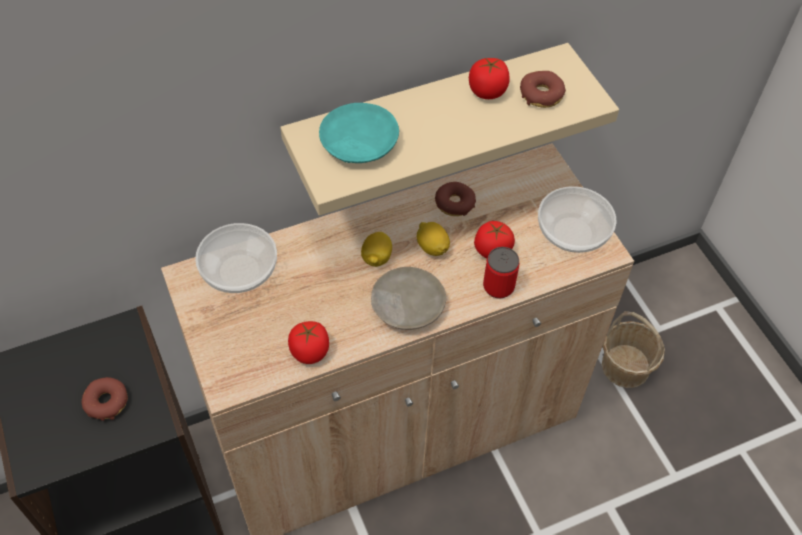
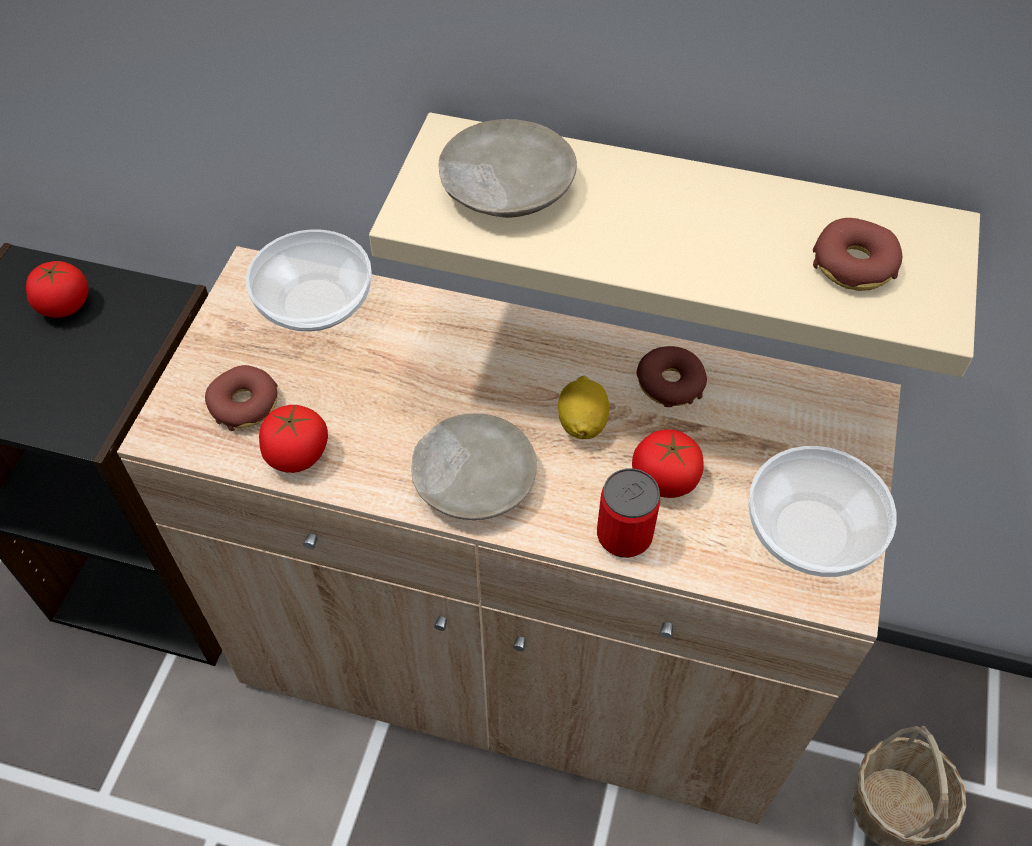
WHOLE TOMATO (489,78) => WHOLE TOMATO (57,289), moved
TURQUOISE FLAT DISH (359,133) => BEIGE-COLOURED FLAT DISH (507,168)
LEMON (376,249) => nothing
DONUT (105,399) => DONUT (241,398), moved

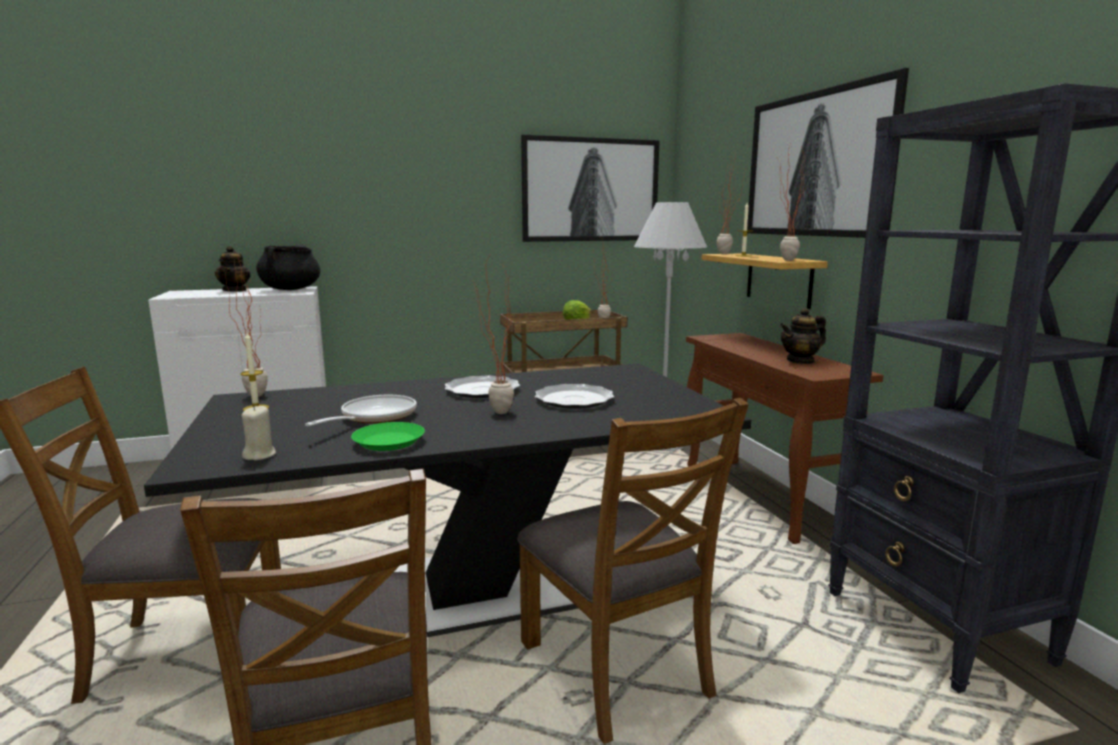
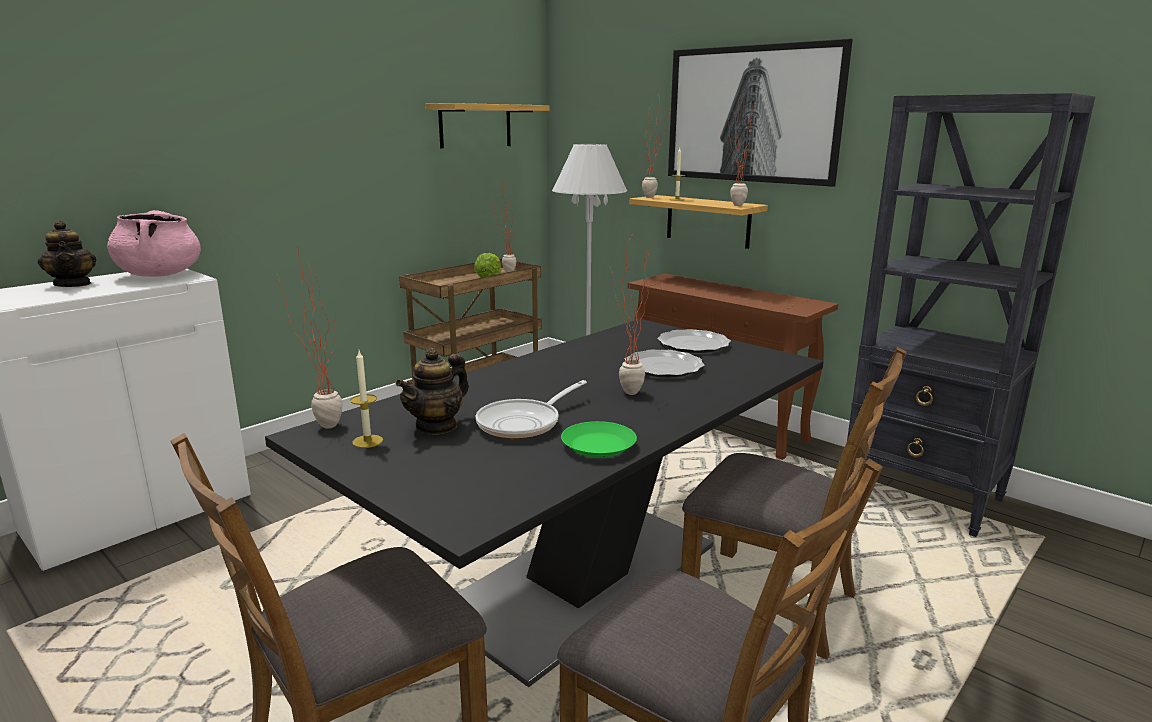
WALL PICTURE (590,188) => SHELF (487,125)
BLACK-COLOURED STOCKPOT (288,267) => PINK STOCKPOT (154,243)
TEA POT (803,335) => TEA POT (432,391), moved
FLAT DISH (482,386) => FLAT DISH (694,341), moved
PAN (361,410) => PAN (531,409), 135 degrees counterclockwise
BEIGE-COLOURED WAX LIGHT (258,432) => nothing

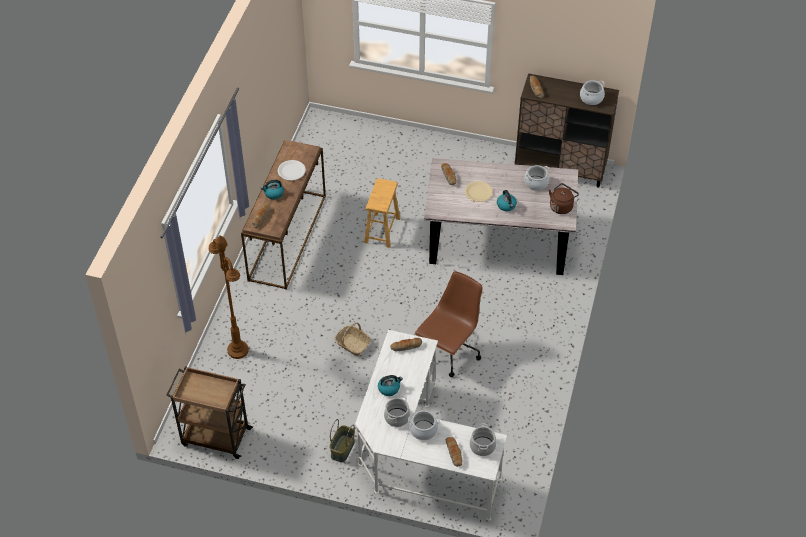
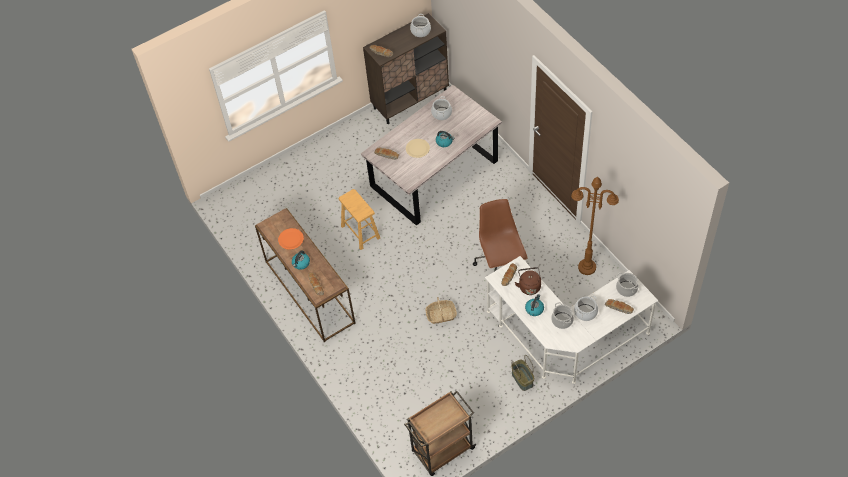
WHITE FLAT DISH (292,170) => ORANGE FLAT DISH (291,239)
BROWN-COLOURED KETTLE (564,198) => BROWN-COLOURED KETTLE (528,281), moved
BROWN-COLOURED FLOOR LAMP (229,297) => BROWN-COLOURED FLOOR LAMP (595,226), moved

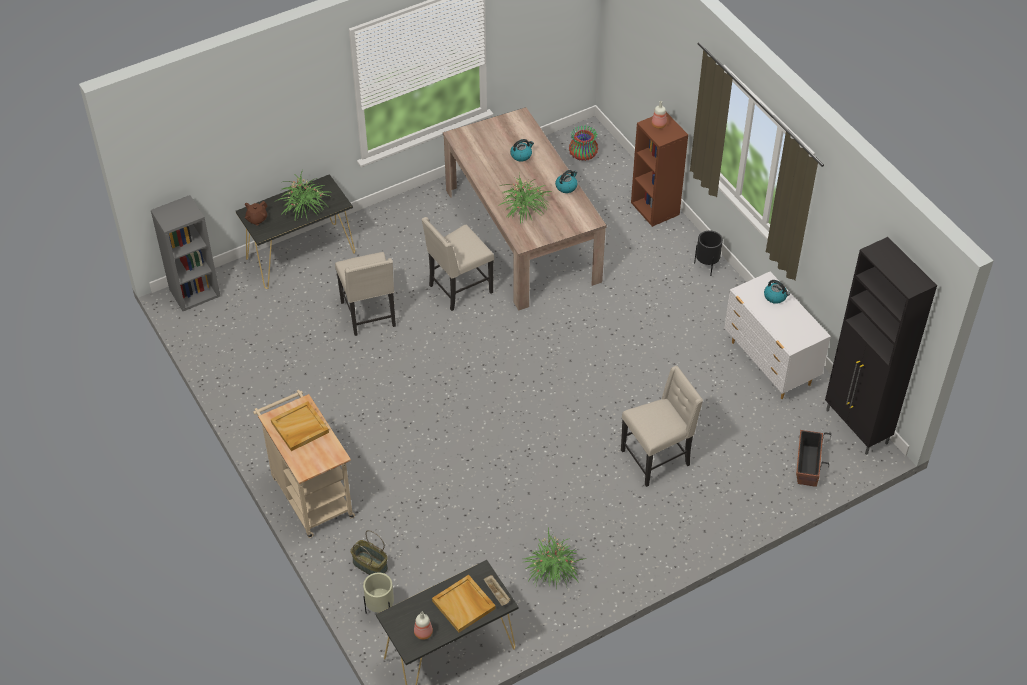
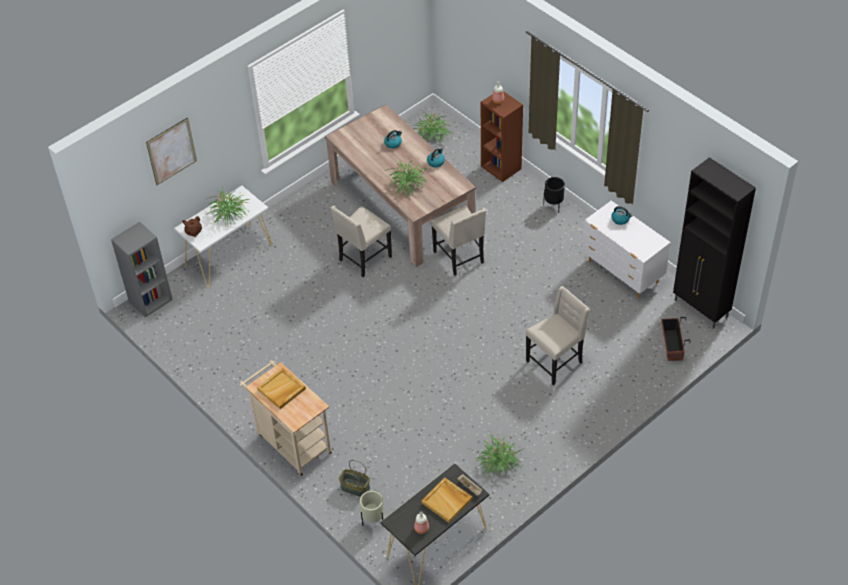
VASE (583,143) => POTTED PLANT (432,127)
BLACK-COLOURED CONSOLE TABLE (295,231) => WHITE CONSOLE TABLE (223,236)
BEIGE-COLOURED UPRIGHT CHAIR (365,294) => BEIGE-COLOURED UPRIGHT CHAIR (458,240), moved
nothing => WALL PICTURE (171,151)

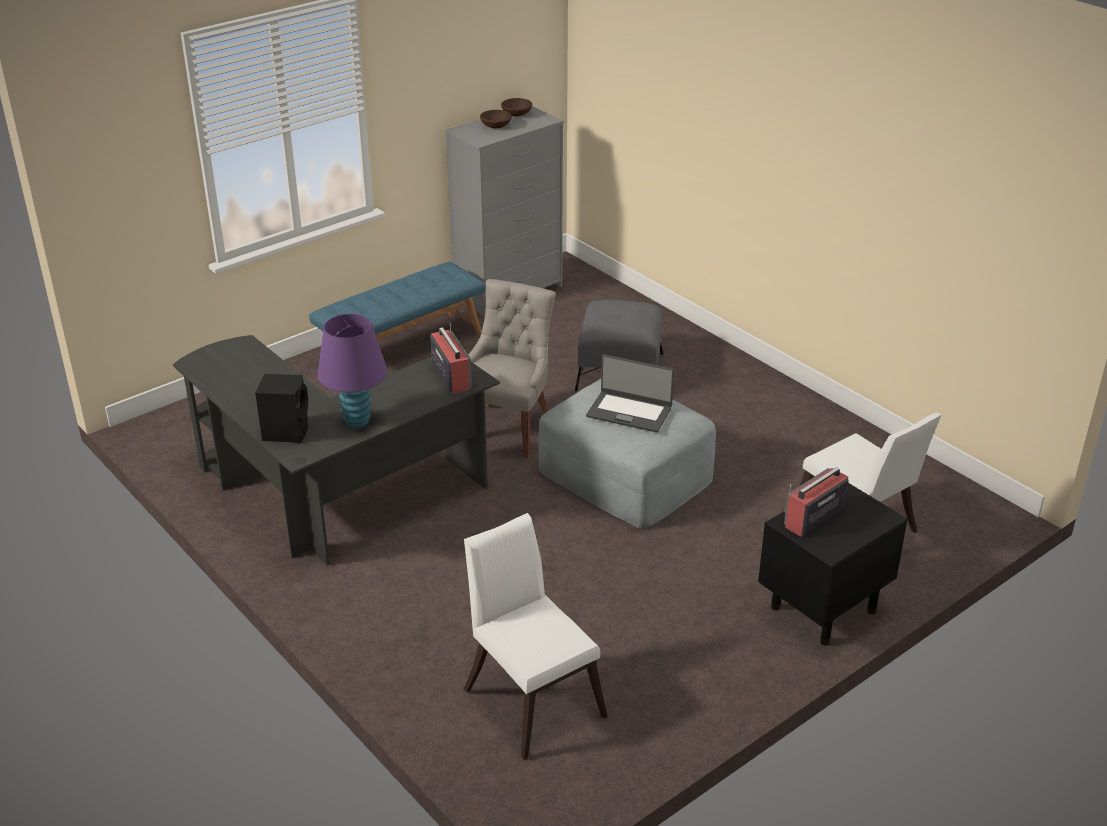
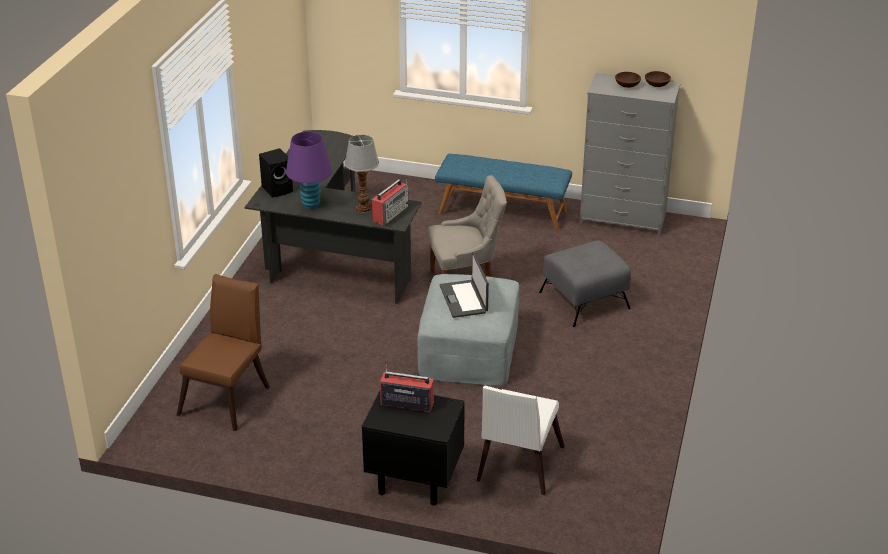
WHITE UPRIGHT CHAIR (536,636) => BROWN-COLOURED UPRIGHT CHAIR (223,352)
nothing => TABLE LAMP (362,174)

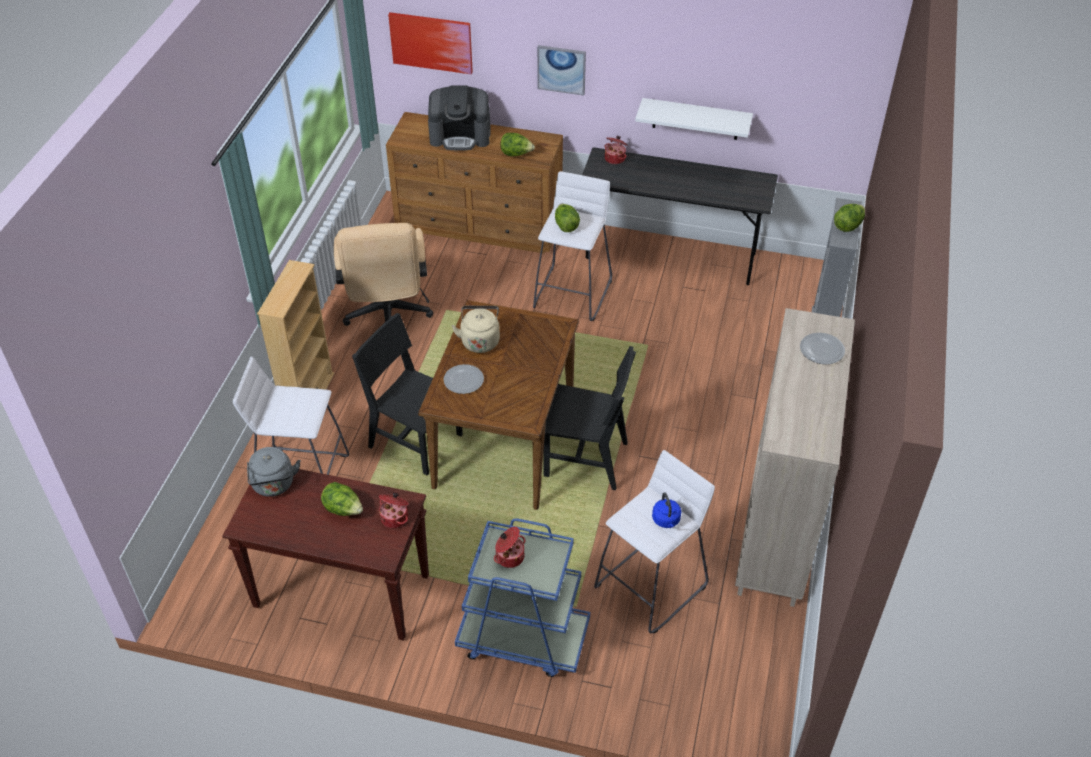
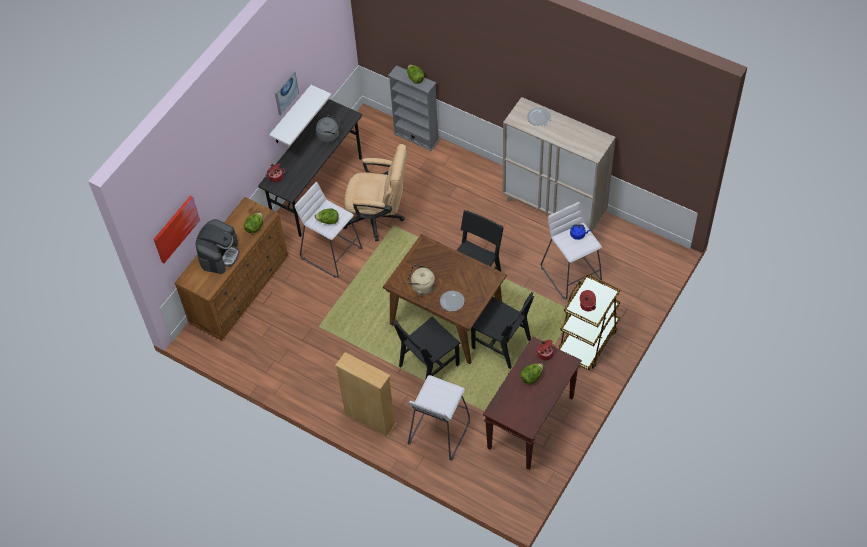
WALL PICTURE (561,70) => WALL PICTURE (287,93), moved
BEIGE-COLOURED DESK CHAIR (383,274) => BEIGE-COLOURED DESK CHAIR (375,192), moved
GREYISH KETTLE (274,472) => GREYISH KETTLE (328,129), moved
BLUE-COLOURED CART (522,597) => BROWN-COLOURED CART (589,322)
nothing => BLACK-COLOURED UPRIGHT CHAIR (502,330)

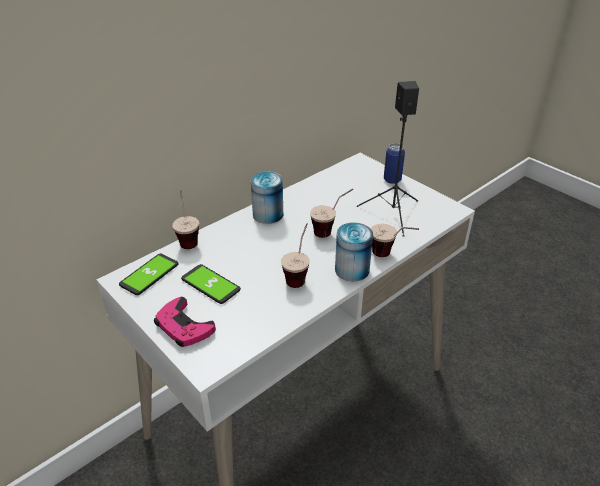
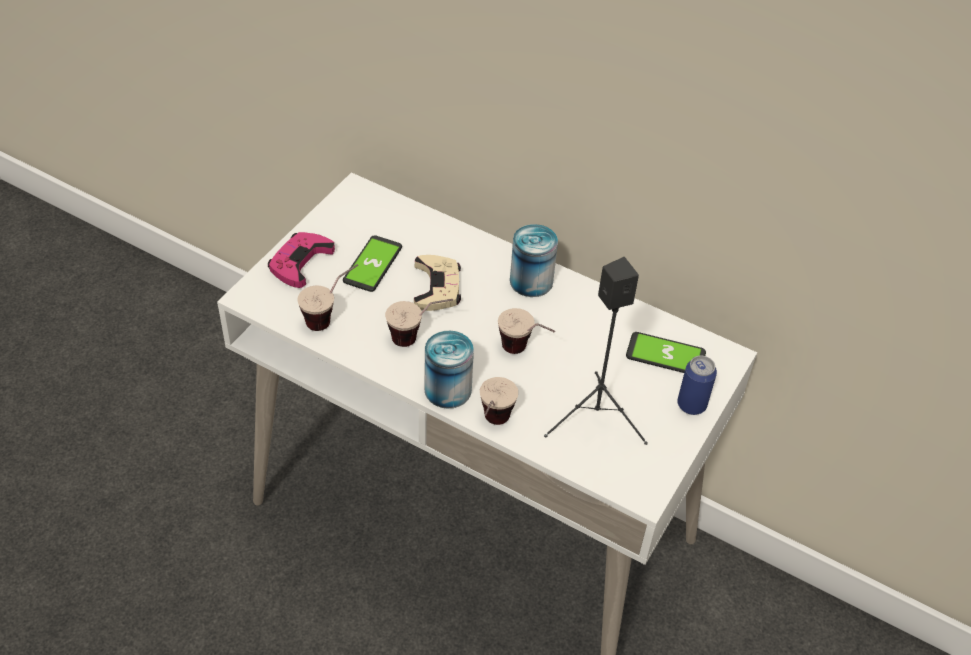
CUP (185,219) => CUP (328,297), moved
PHONE (149,274) => PHONE (666,352), moved
nothing => BEIGE-COLOURED GAME CONTROLLER (437,283)

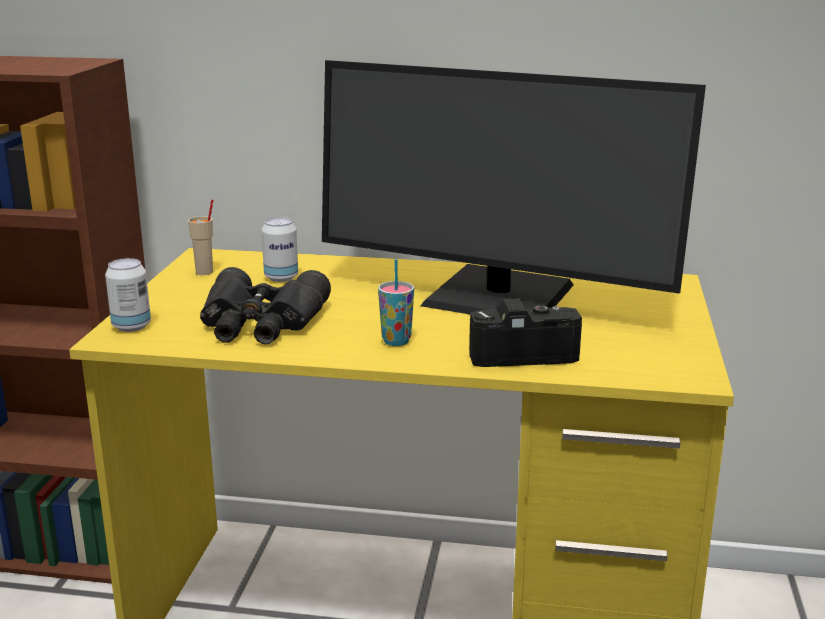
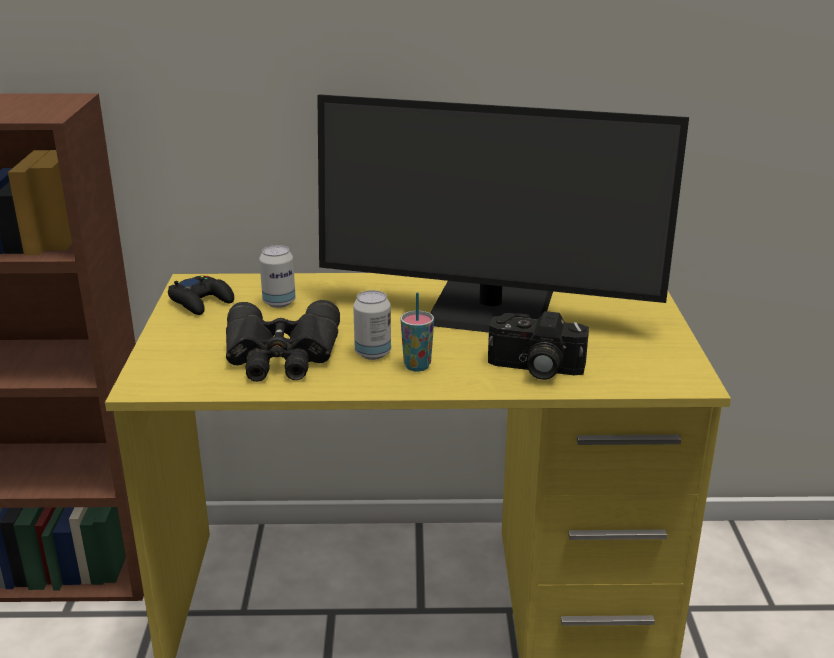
BEIGE-COLOURED CUP (200,237) => BLACK-COLOURED GAME CONTROLLER (201,295)
CAN (128,295) => CAN (372,325), moved
PHOTO CAMERA (525,332) => PHOTO CAMERA (538,345), 150 degrees counterclockwise

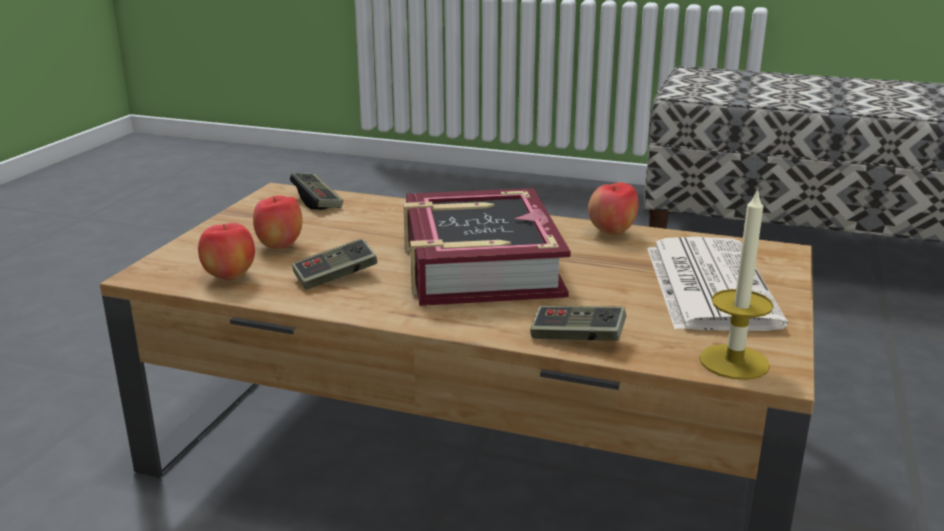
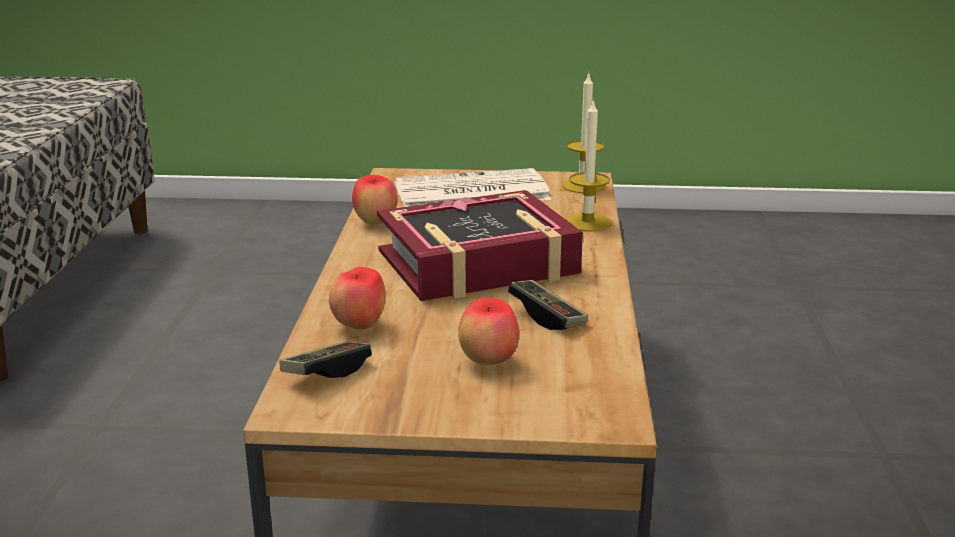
WHOLE APPLE (226,251) => WHOLE APPLE (357,298), moved
GAME CONTROLLER (578,323) => WAX LIGHT (588,165)

